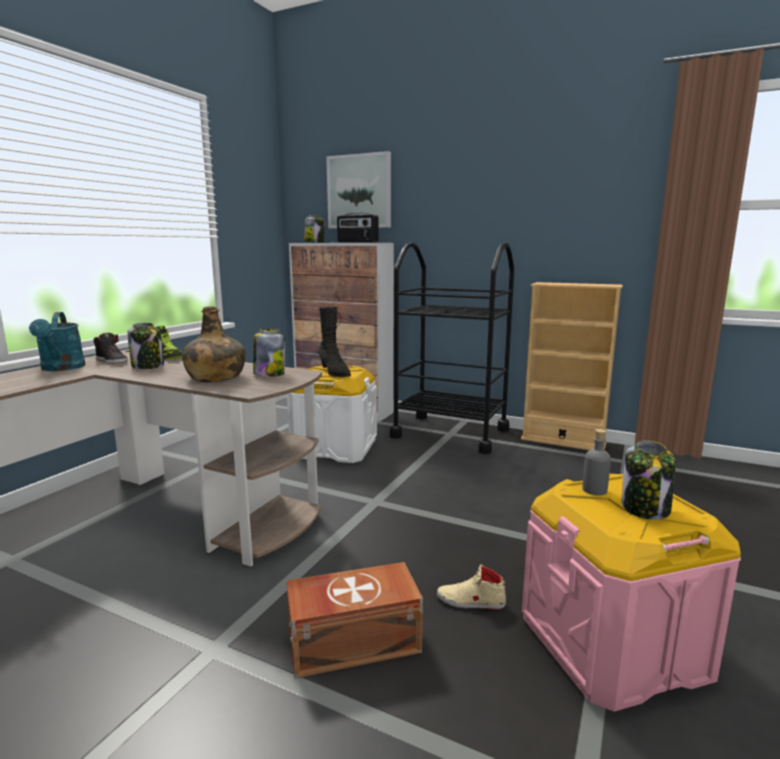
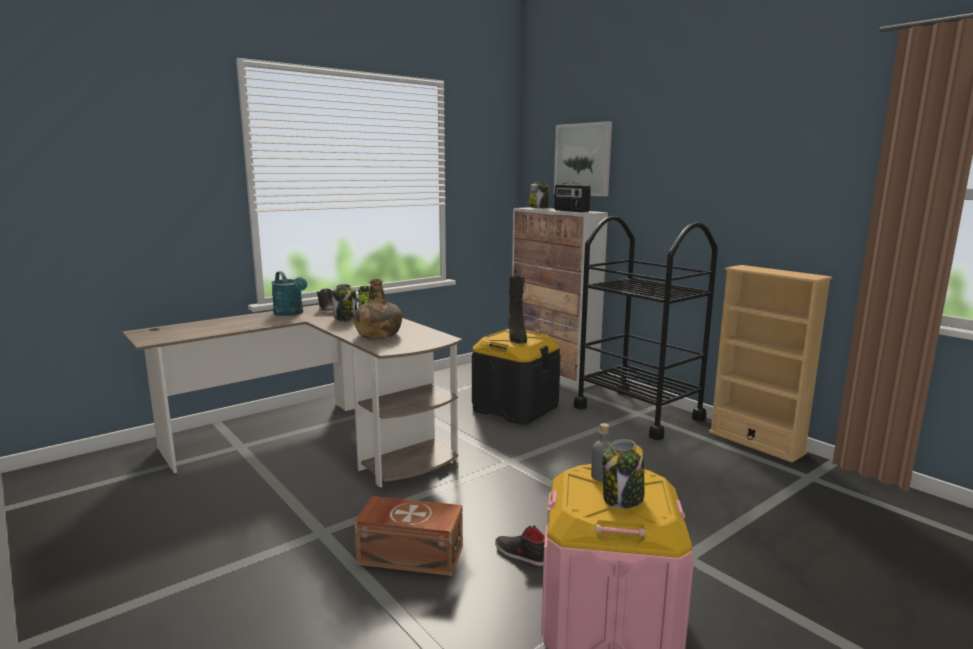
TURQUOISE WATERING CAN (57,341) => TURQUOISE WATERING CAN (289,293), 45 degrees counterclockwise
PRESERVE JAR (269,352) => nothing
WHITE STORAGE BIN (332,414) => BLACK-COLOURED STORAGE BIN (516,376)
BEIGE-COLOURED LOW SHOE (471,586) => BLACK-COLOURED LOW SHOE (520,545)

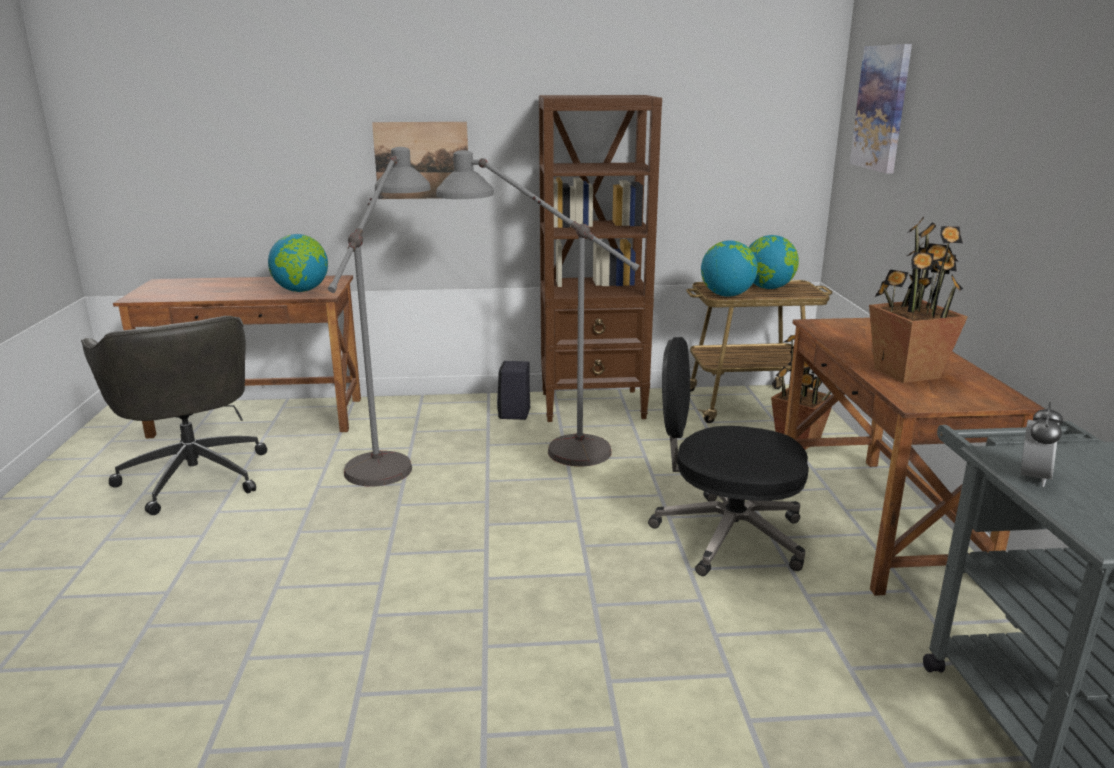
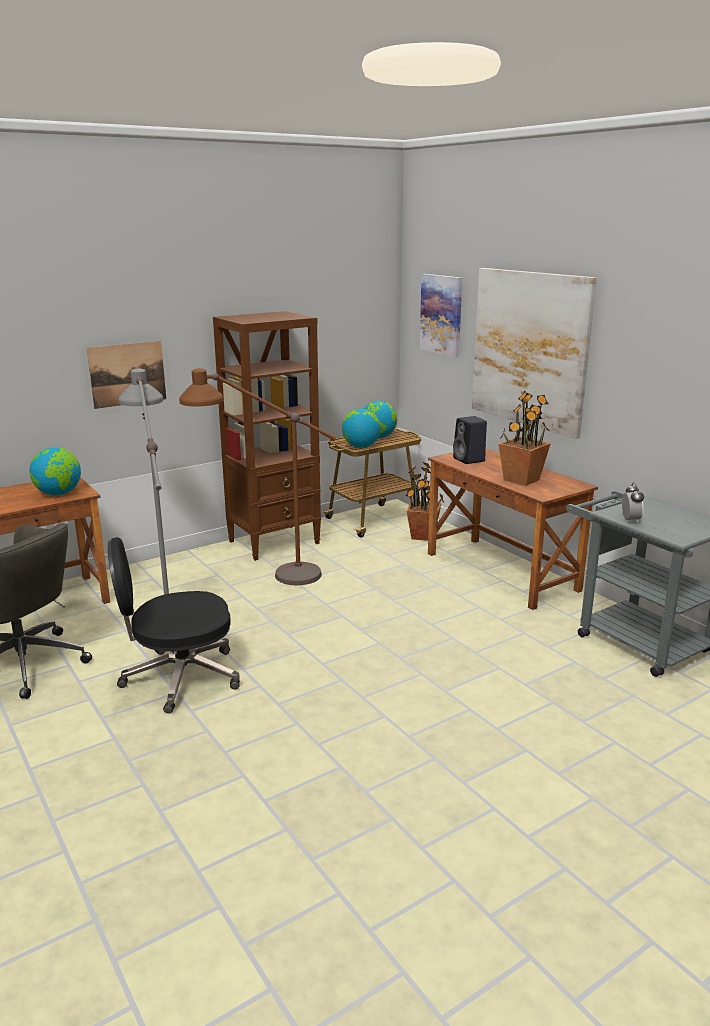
GREYISH FLOOR LAMP (538,308) => BROWN-COLOURED FLOOR LAMP (257,476)
BLACK-COLOURED DESK CHAIR (728,456) => BLACK-COLOURED DESK CHAIR (174,625), moved
BLACK-COLOURED AUDIO SPEAKER (513,390) => BLACK-COLOURED AUDIO SPEAKER (470,440), moved
nothing => WALL PICTURE (534,353)

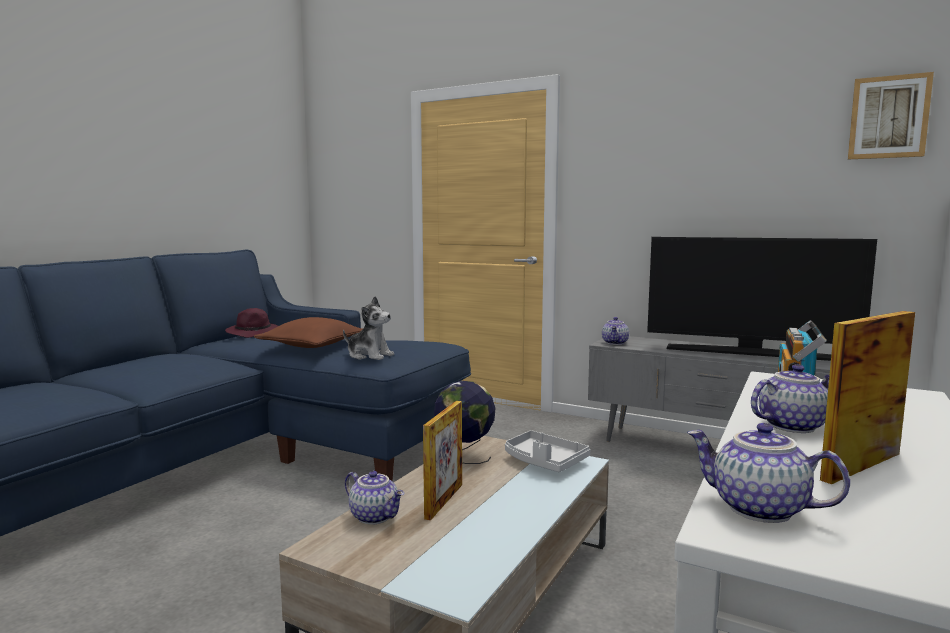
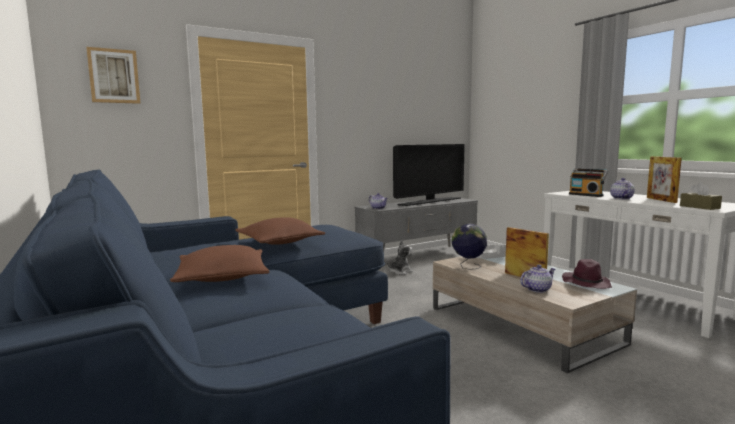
WALL PICTURE (891,115) => WALL PICTURE (113,75), moved
SOFT TOY (368,328) => SOFT TOY (400,257), moved
PURPLE-COLOURED WEARABLE HAT (251,323) => PURPLE-COLOURED WEARABLE HAT (587,274), moved
TEA POT (768,473) => BROWN-COLOURED BOX OF TISSUES (701,196)
nothing => BROWN-COLOURED PILLOW (219,263)

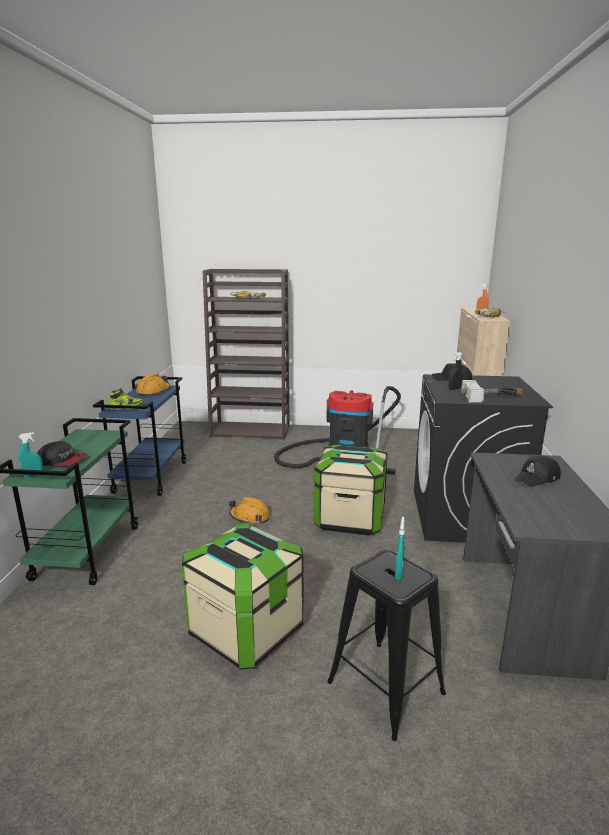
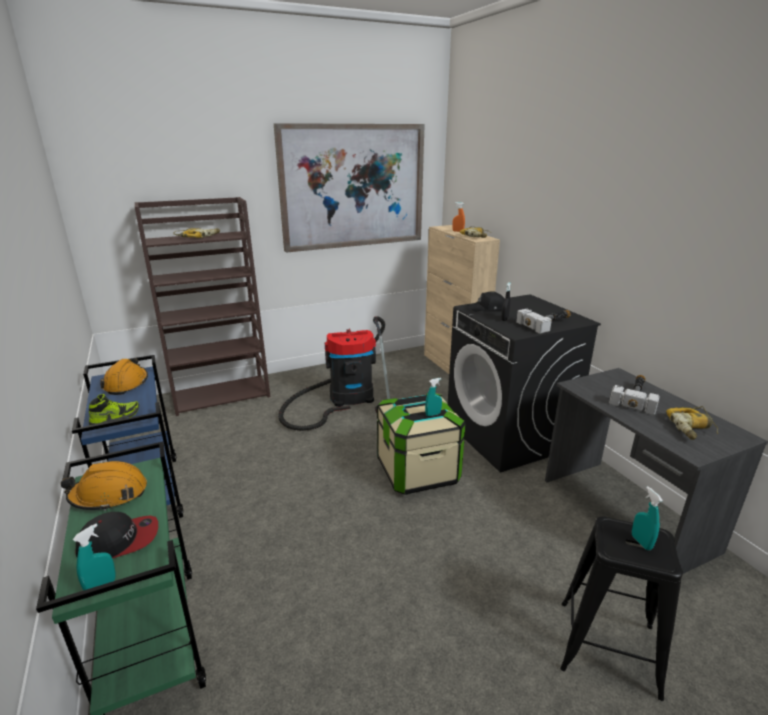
BLACK-COLOURED CAP (538,470) => HAMMER (634,395)
ORANGE WORK HELMET (250,510) => ORANGE WORK HELMET (104,486), moved
STORAGE BIN (243,596) => nothing
nothing => WALL PICTURE (349,188)
nothing => TURQUOISE SPRAYER (433,397)
nothing => POWER DRILL (692,423)

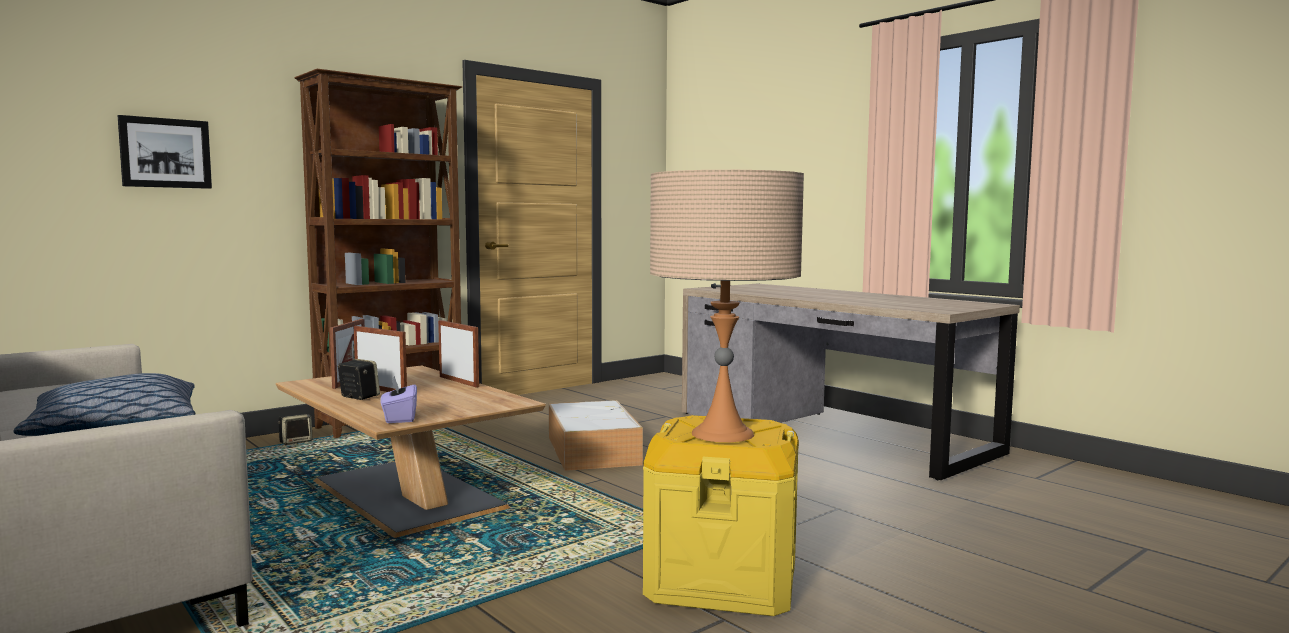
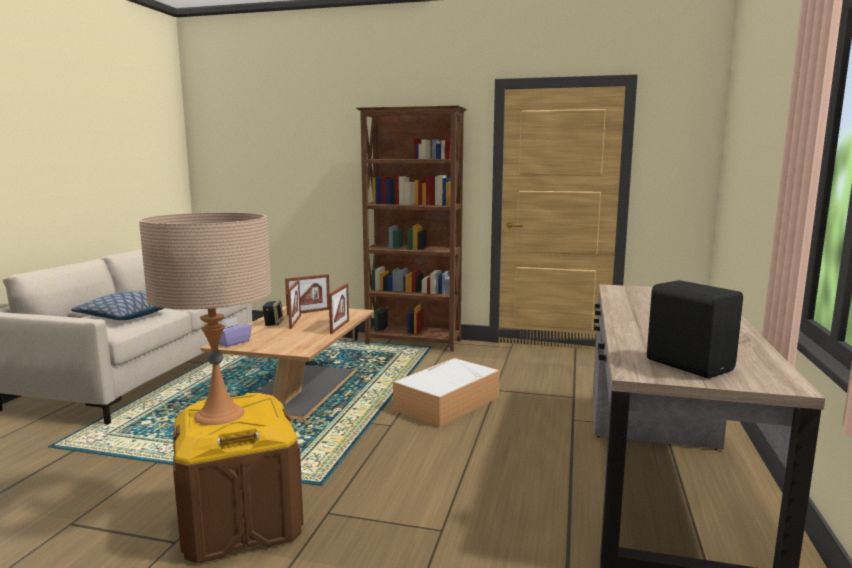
WALL PICTURE (165,152) => nothing
YELLOWISH STORAGE BIN (721,515) => BROWN-COLOURED STORAGE BIN (238,478)
nothing => BLACK-COLOURED AUDIO SPEAKER (695,329)

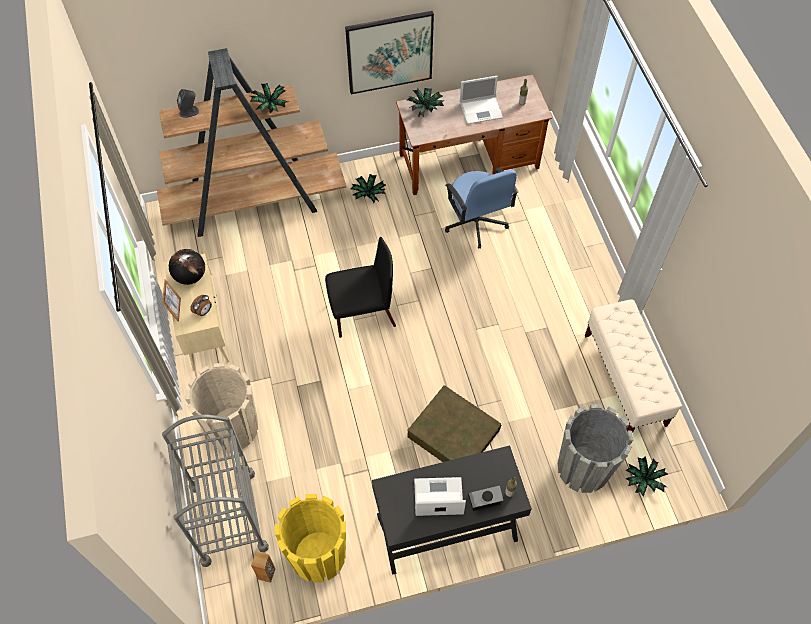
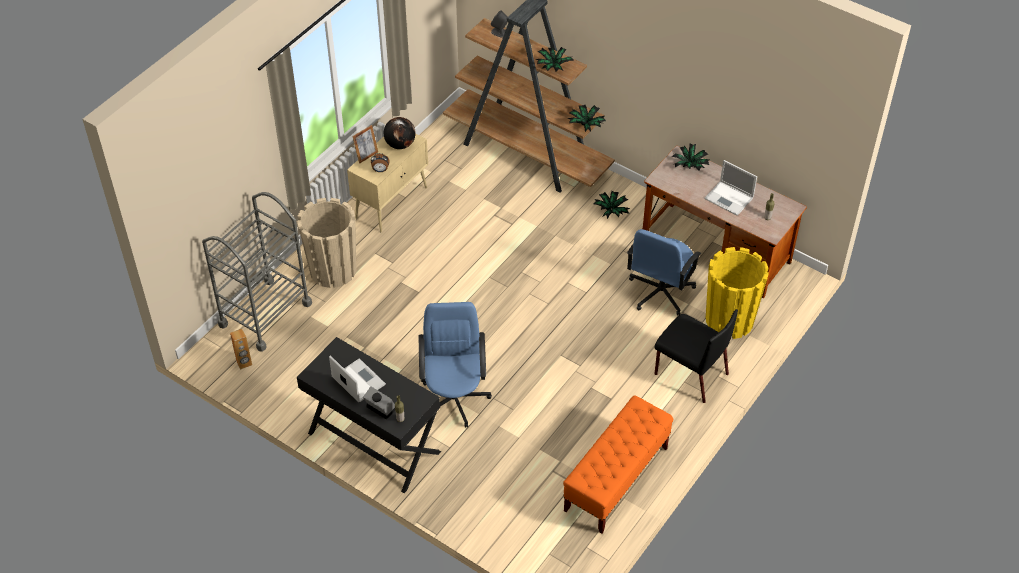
WALL PICTURE (389,52) => nothing
BLACK-COLOURED UPRIGHT CHAIR (360,287) => BLACK-COLOURED UPRIGHT CHAIR (696,356), moved
BEIGE-COLOURED BENCH (633,366) => ORANGE BENCH (618,465)
BROWN-COLOURED STORAGE BIN (454,423) => BLUE-COLOURED DESK CHAIR (455,365)
GREYISH PLANT POT (595,448) => nothing
POTTED PLANT (646,476) => POTTED PLANT (587,118), moved
YELLOWISH PLANT POT (310,538) => YELLOWISH PLANT POT (737,293), moved

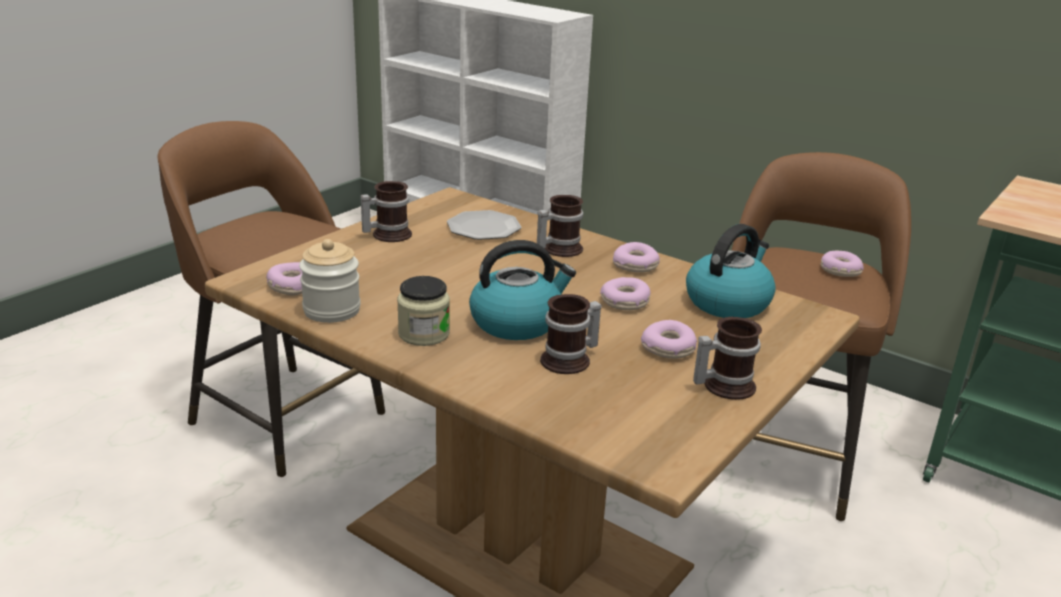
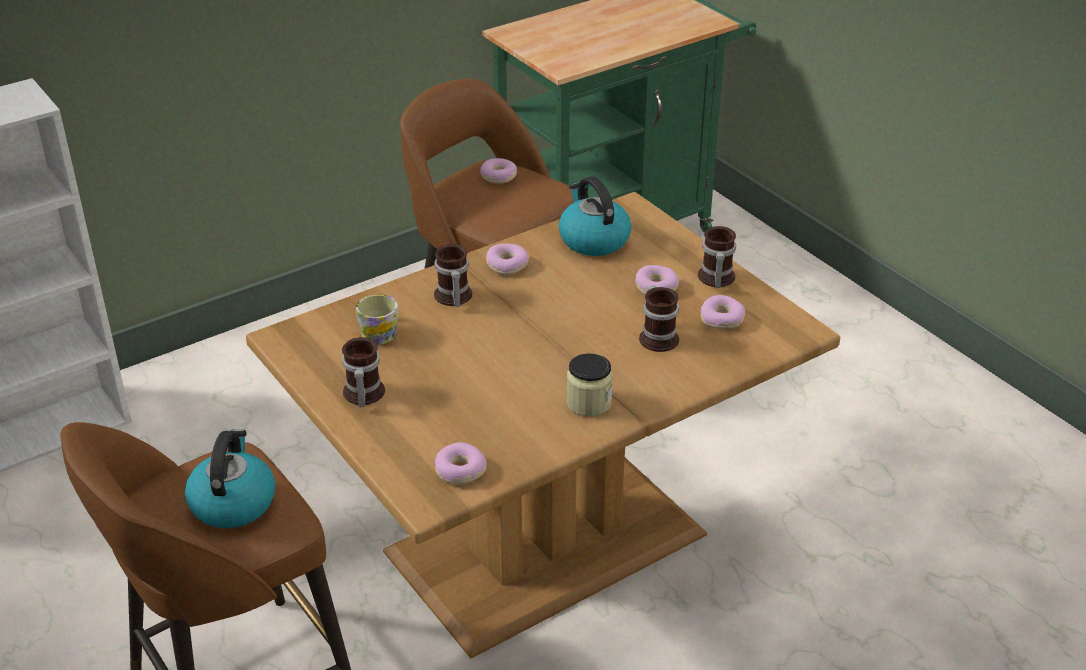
FLAT DISH (484,225) => COFFEE MUG (377,319)
PRESERVE JAR (330,281) => nothing
KETTLE (522,290) => KETTLE (230,478), moved
DONUT (625,293) => DONUT (723,312), moved

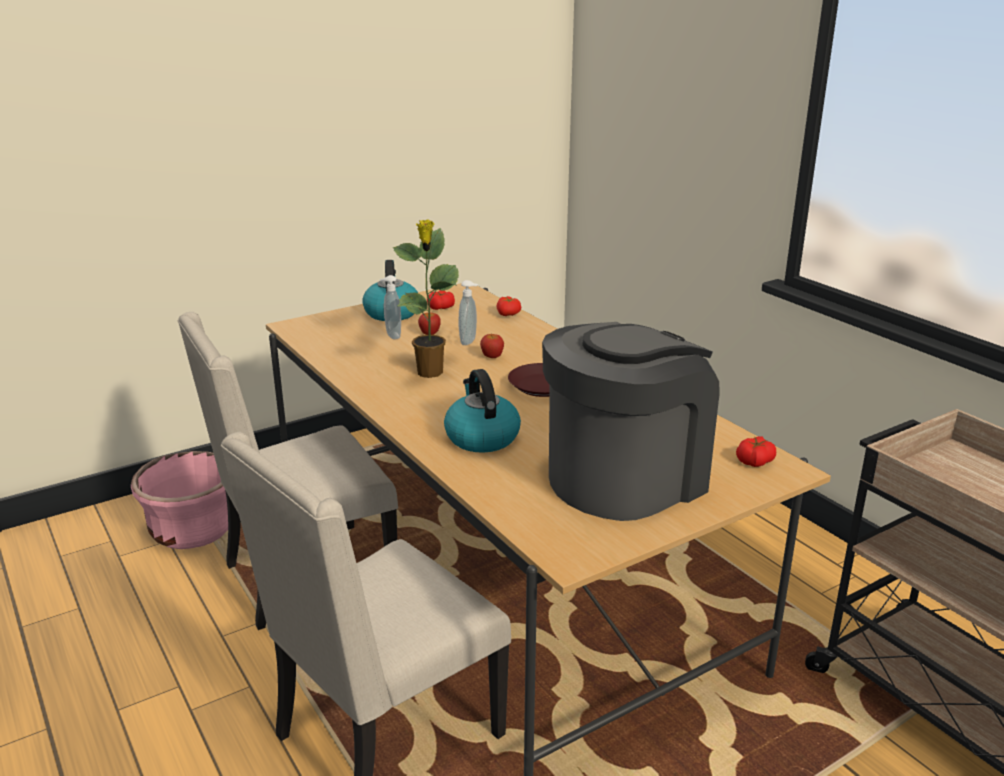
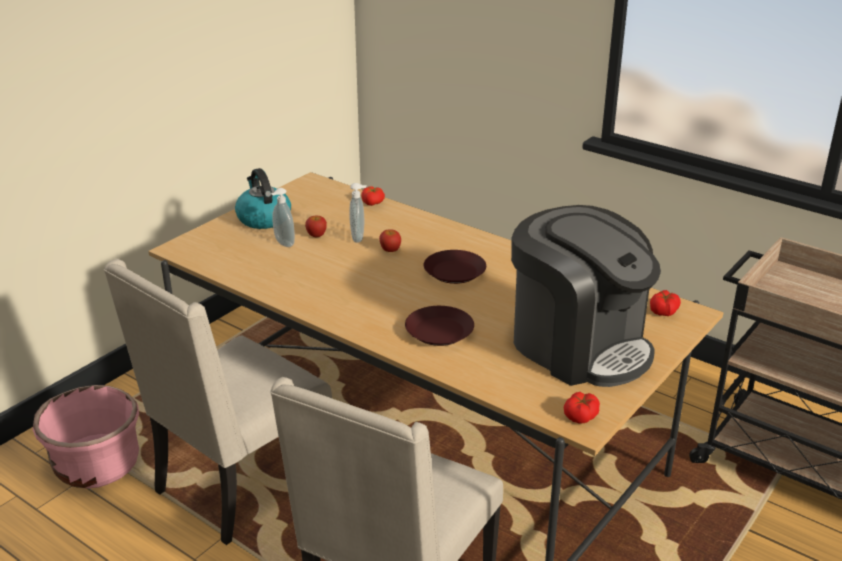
POTTED PLANT (426,298) => nothing
WHOLE TOMATO (441,300) => WHOLE TOMATO (581,407), moved
COFFEE MAKER (630,421) => COFFEE MAKER (586,296), 105 degrees clockwise
KETTLE (482,411) => BROWN-COLOURED FLAT DISH (439,326)

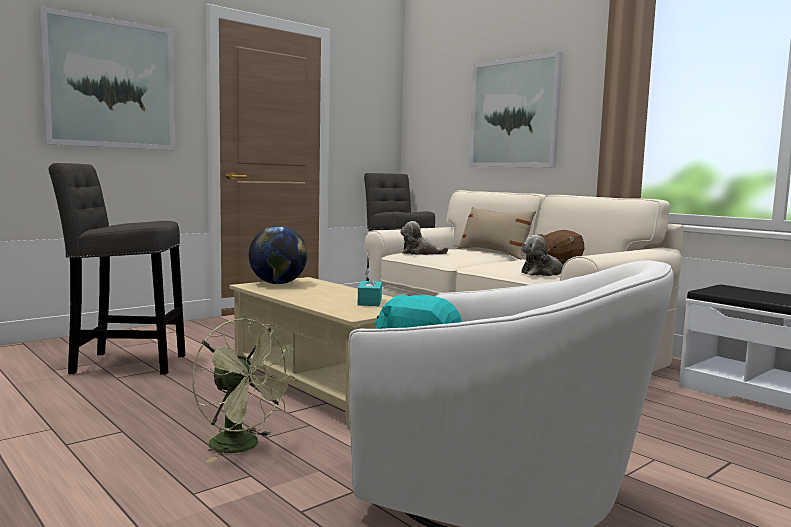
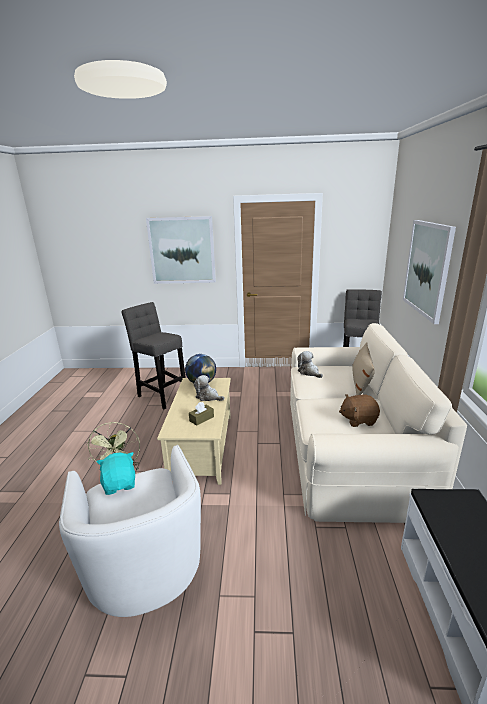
SOFT TOY (542,255) => SOFT TOY (209,388), moved
TURQUOISE BOX OF TISSUES (370,287) => BROWN-COLOURED BOX OF TISSUES (201,414)

